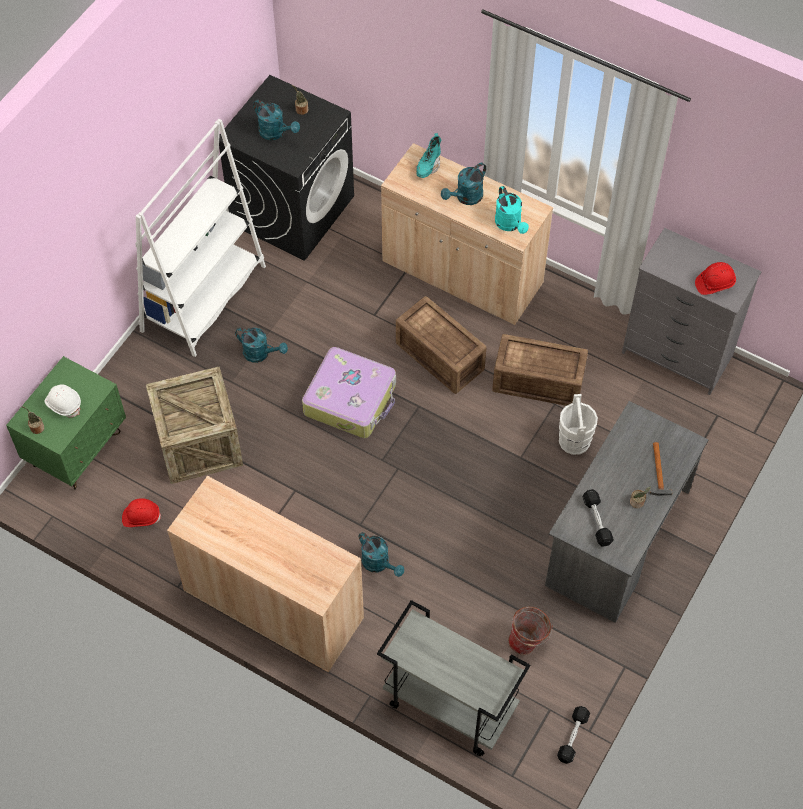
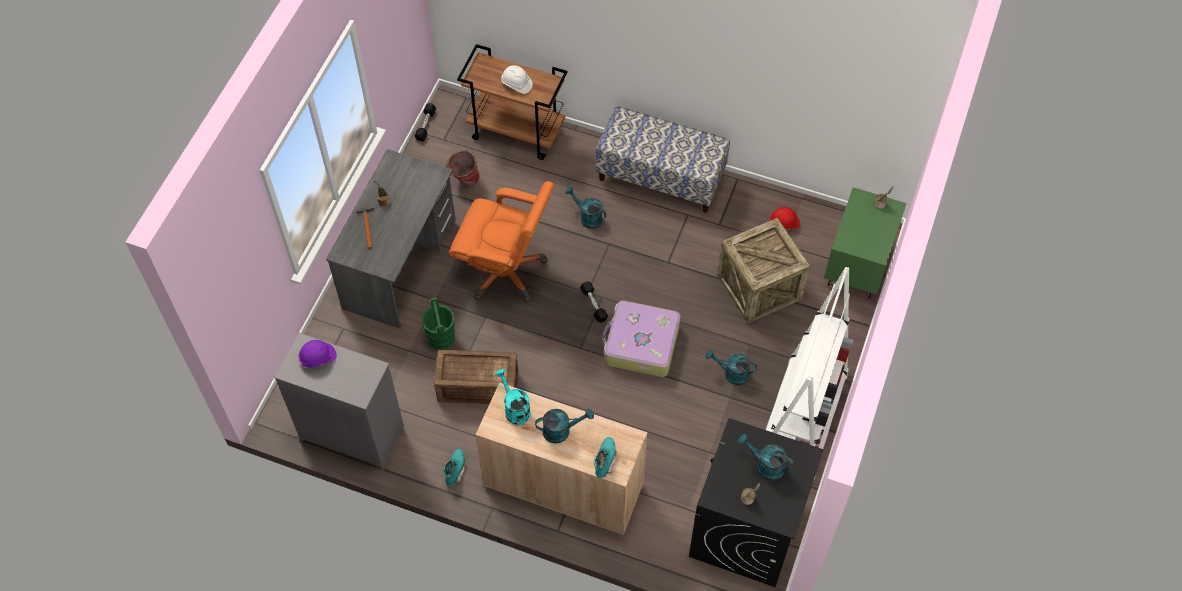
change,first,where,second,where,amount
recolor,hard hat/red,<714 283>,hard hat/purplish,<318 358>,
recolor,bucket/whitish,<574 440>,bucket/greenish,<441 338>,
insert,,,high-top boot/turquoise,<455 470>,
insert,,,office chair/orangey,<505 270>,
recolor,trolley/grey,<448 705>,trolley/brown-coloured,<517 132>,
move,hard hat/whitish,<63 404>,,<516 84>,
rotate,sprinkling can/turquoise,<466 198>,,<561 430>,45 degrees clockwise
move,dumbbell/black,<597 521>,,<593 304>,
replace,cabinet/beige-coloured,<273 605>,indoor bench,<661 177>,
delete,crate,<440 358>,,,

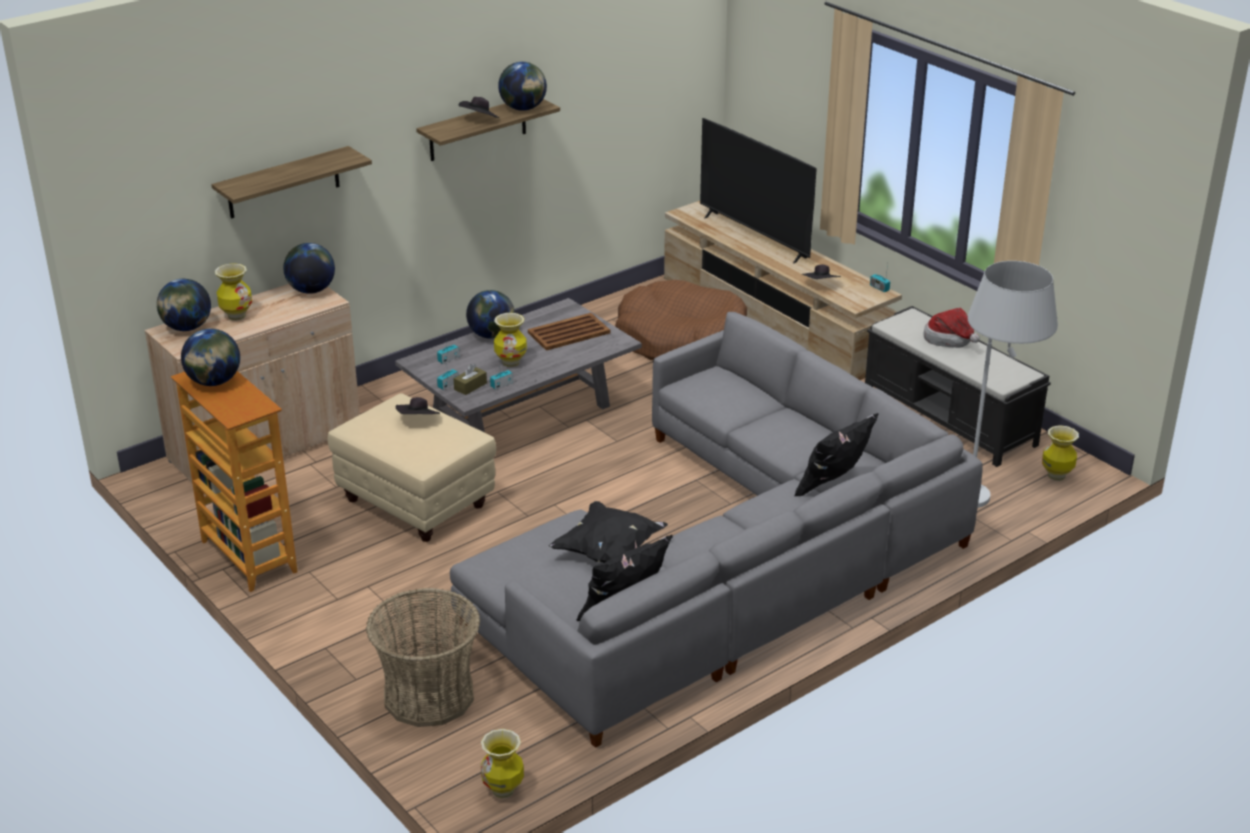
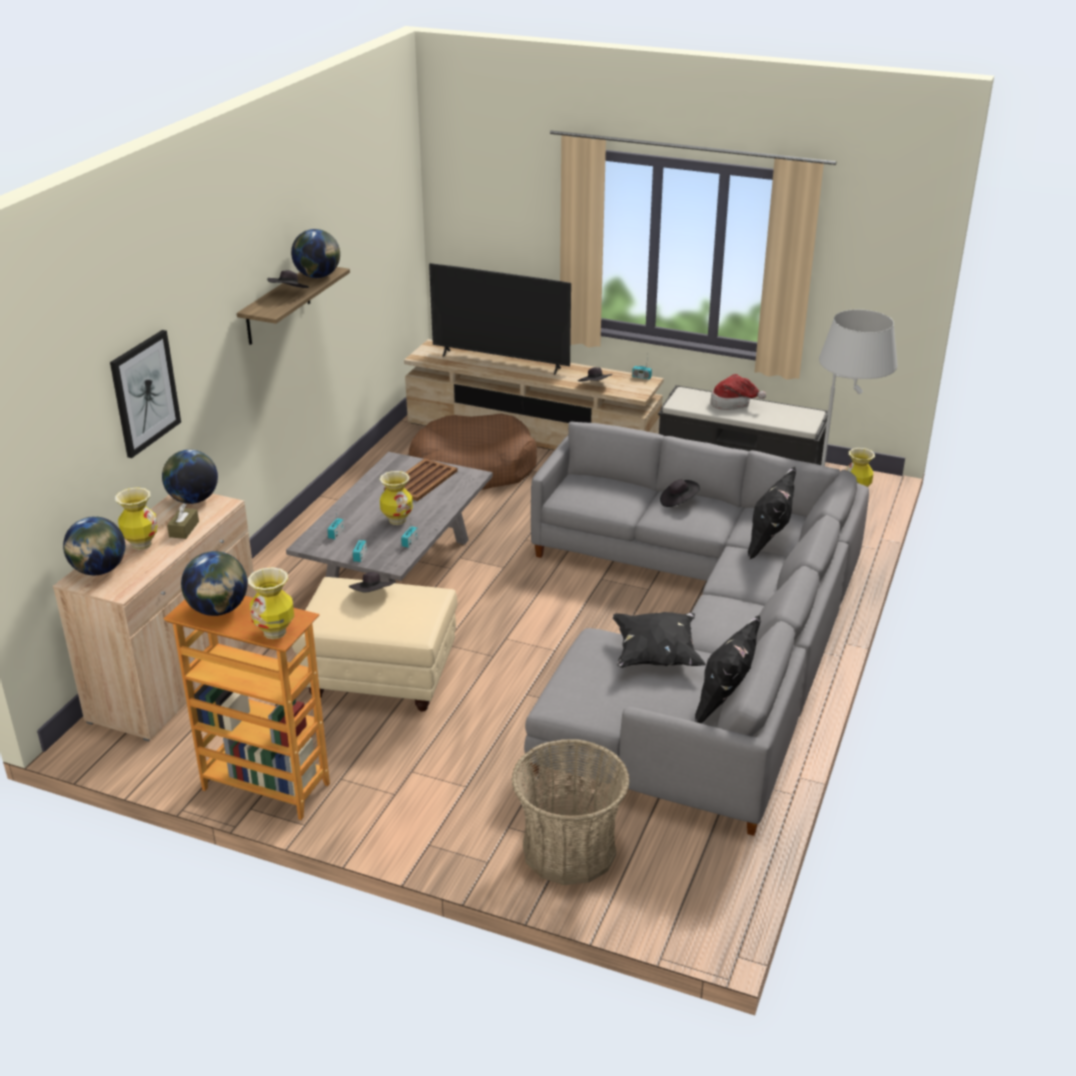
change,first,where,second,where,amount
replace,wall shelf,<283 183>,picture,<144 393>,
move,tissue box/brown-coloured,<470 386>,,<184 529>,
move,flower vase,<503 790>,,<275 632>,
insert,,,clothing hat/black,<678 502>,
delete,desk globe,<491 335>,,,

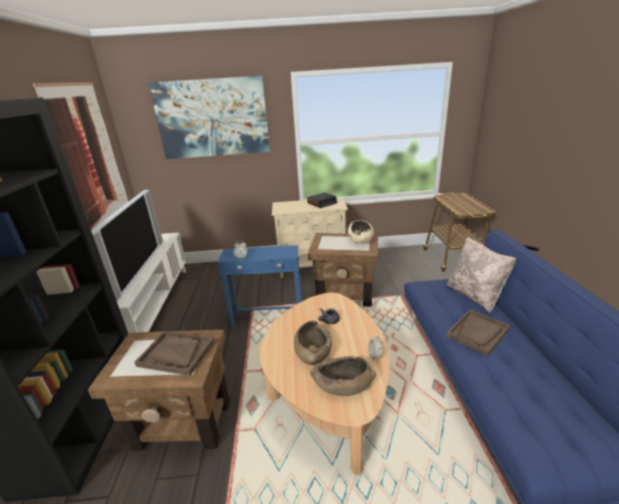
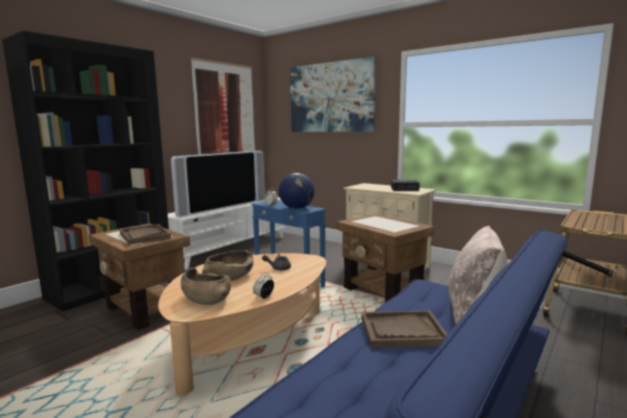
change,first,where,second,where,amount
insert,,,desk globe,<297 208>,
delete,serving bowl/beige-coloured,<360 240>,,,

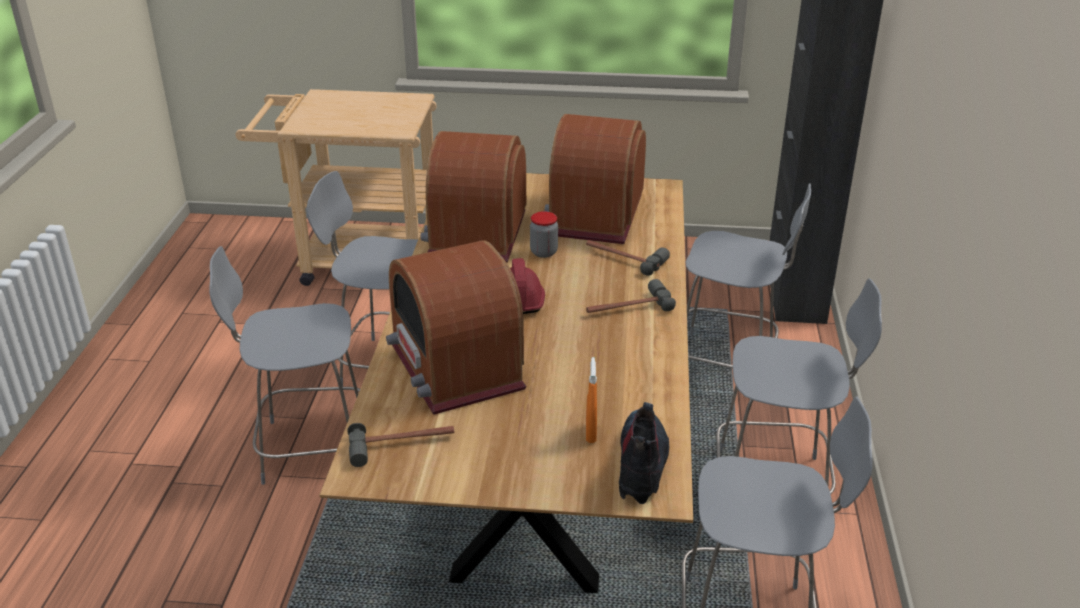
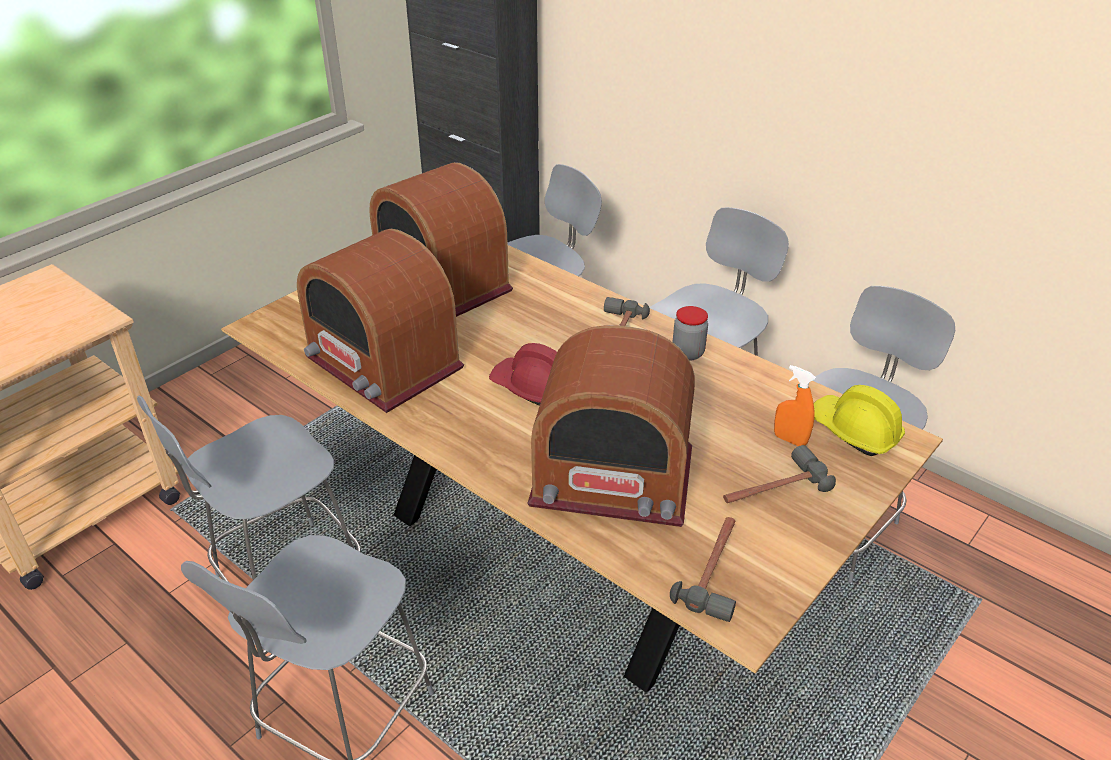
change,first,where,second,where,amount
move,storage jar,<543 252>,,<688 353>,
move,hammer,<624 258>,,<772 488>,
replace,high-top boot,<642 464>,hard hat/yellow-coloured,<854 431>,

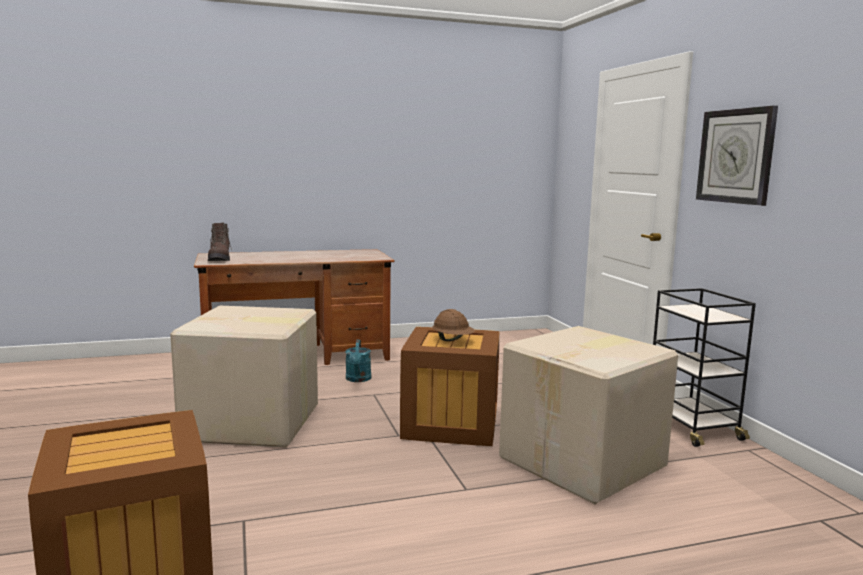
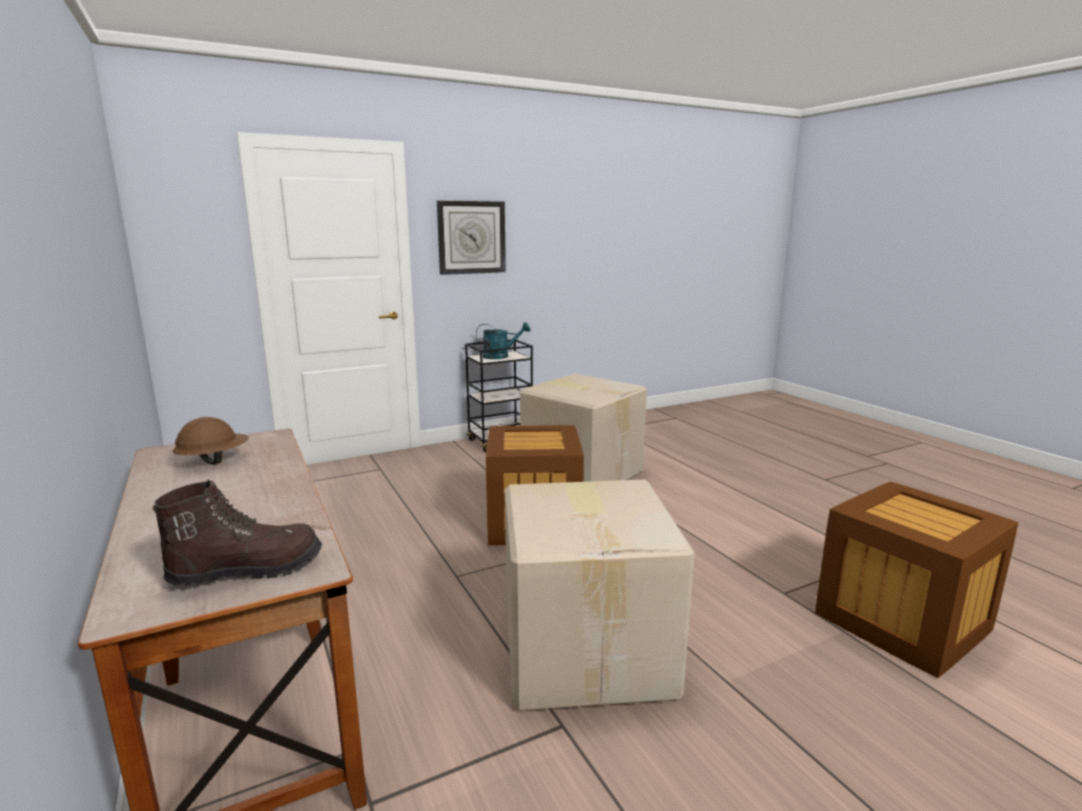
change,first,where,second,where,amount
move,hard hat/brown-coloured,<453 340>,,<214 461>,
move,sprinkling can/turquoise,<358 379>,,<500 356>,

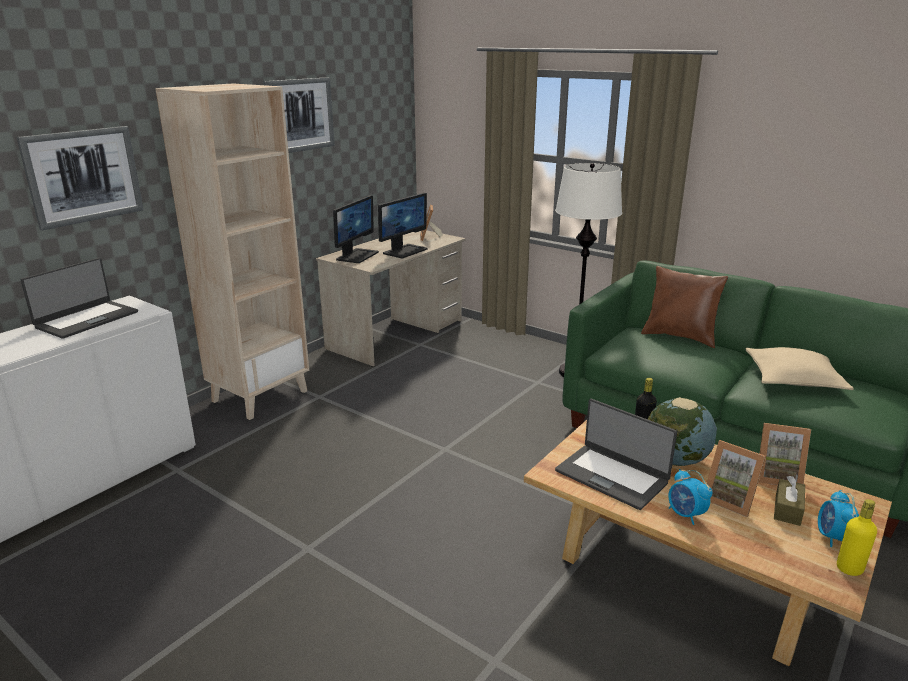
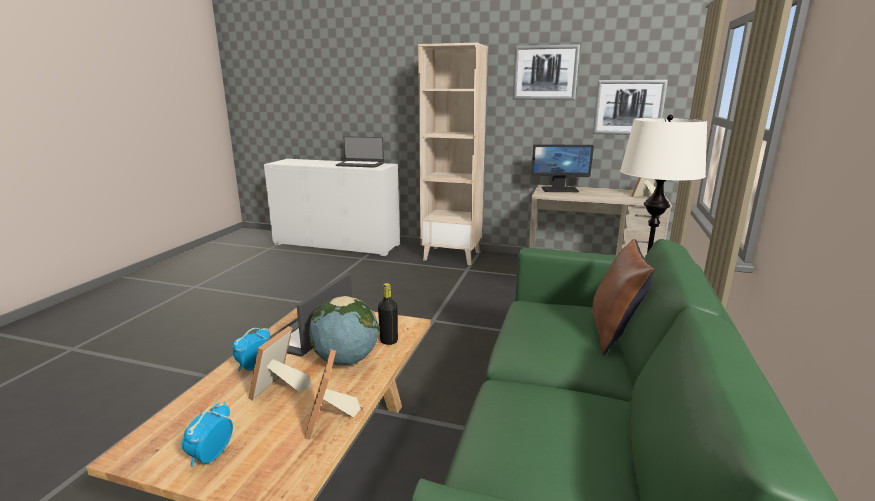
change,first,where,second,where,amount
rotate,table clock,<832 537>,,<211 456>,60 degrees counterclockwise
move,picture,<83 176>,,<628 107>,
delete,monitor,<404 251>,,,
delete,throw pillow/beige-coloured,<793 379>,,,
delete,tissue box/brown-coloured,<787 509>,,,
delete,beverage bottle/yellow-coloured,<849 569>,,,

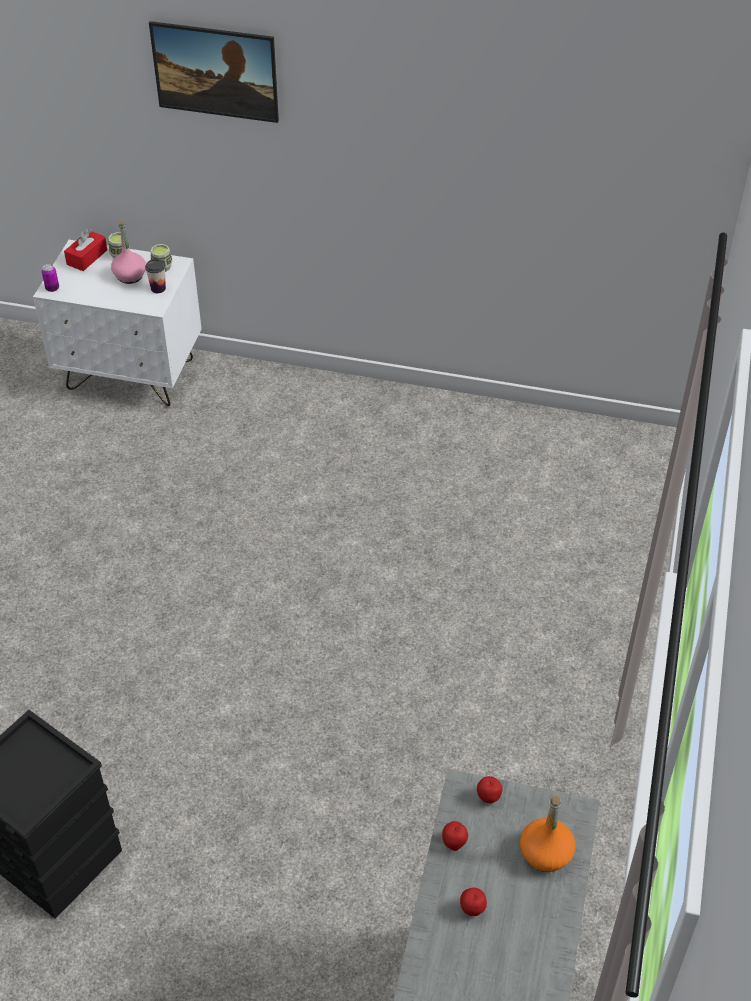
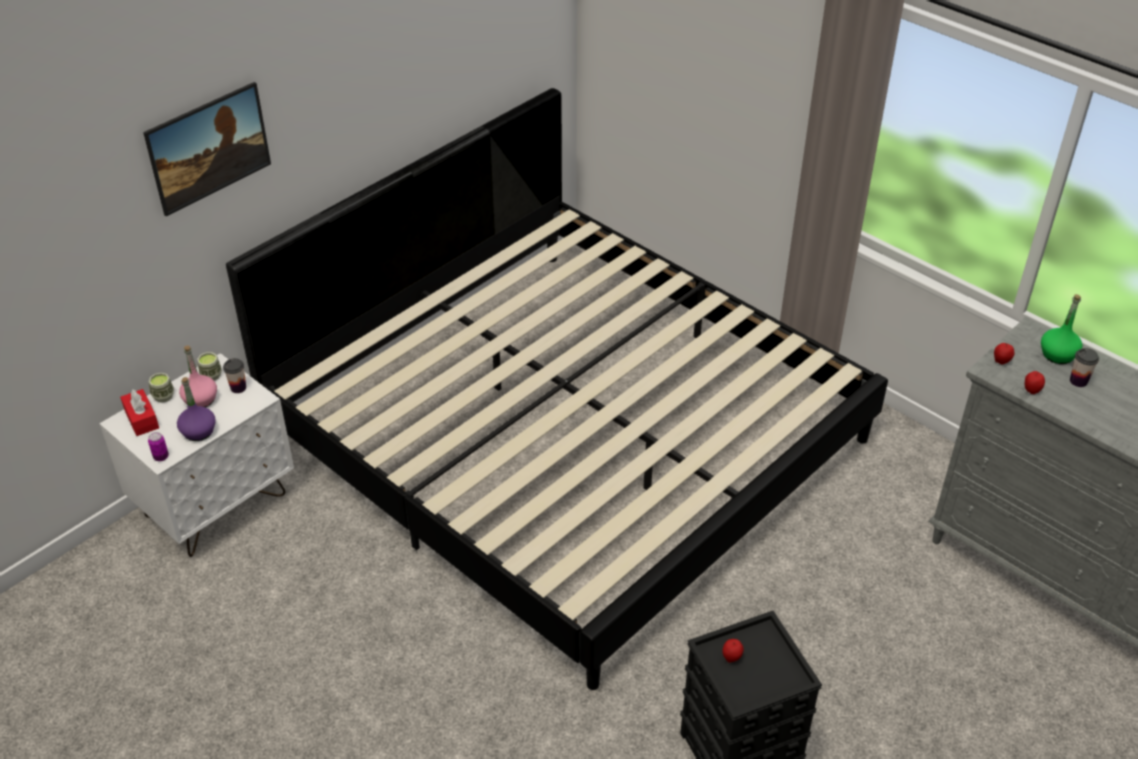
change,first,where,second,where,amount
insert,,,beverage bottle/purplish,<198 431>,
insert,,,bedroom bed,<568 436>,
move,whole apple,<472 910>,,<731 658>,
recolor,beverage bottle/orangey,<546 854>,beverage bottle/greenish,<1058 354>,
insert,,,small cup,<1078 381>,

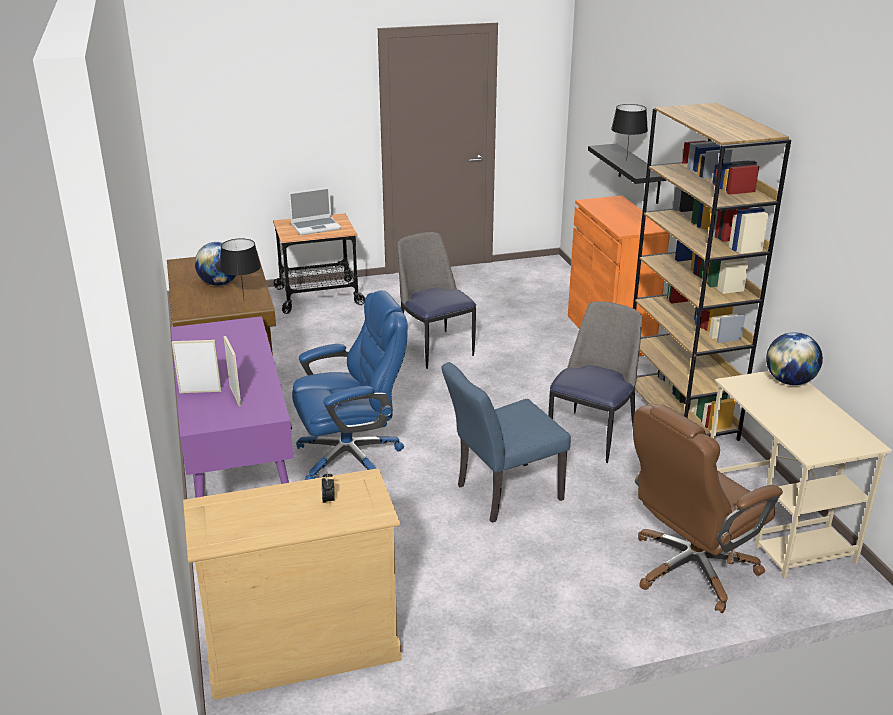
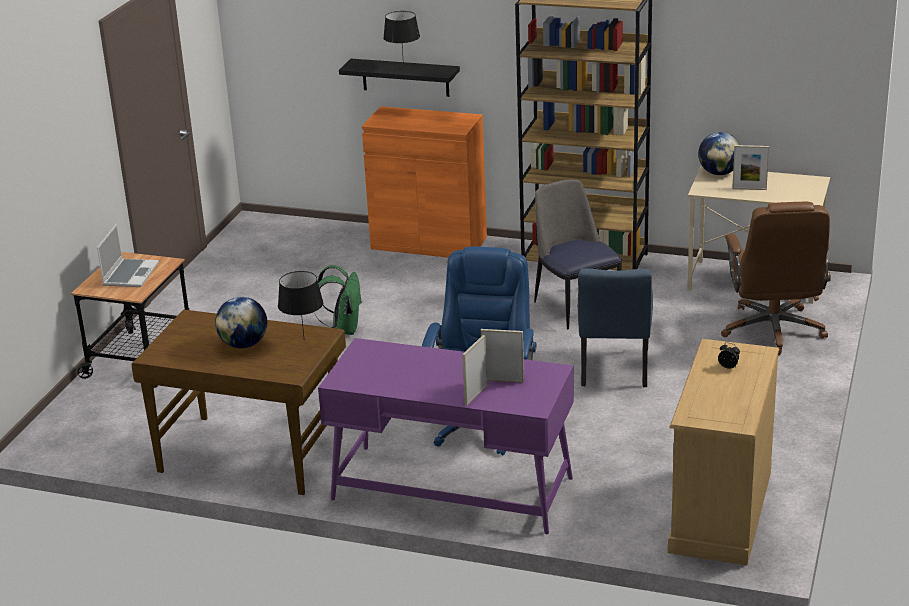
change,first,where,second,where,amount
replace,plain chair,<434 348>,rucksack/greenish,<343 329>,
insert,,,picture frame,<749 189>,

